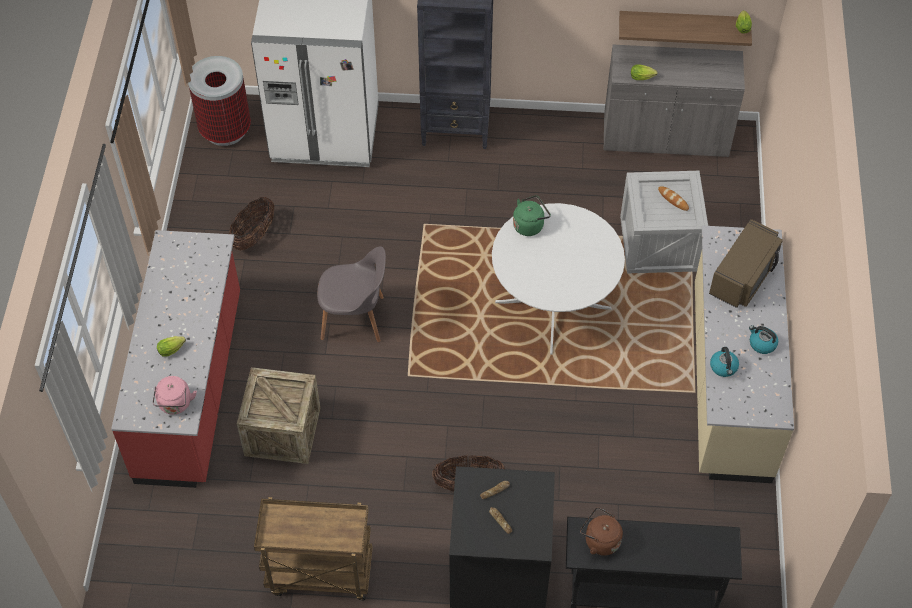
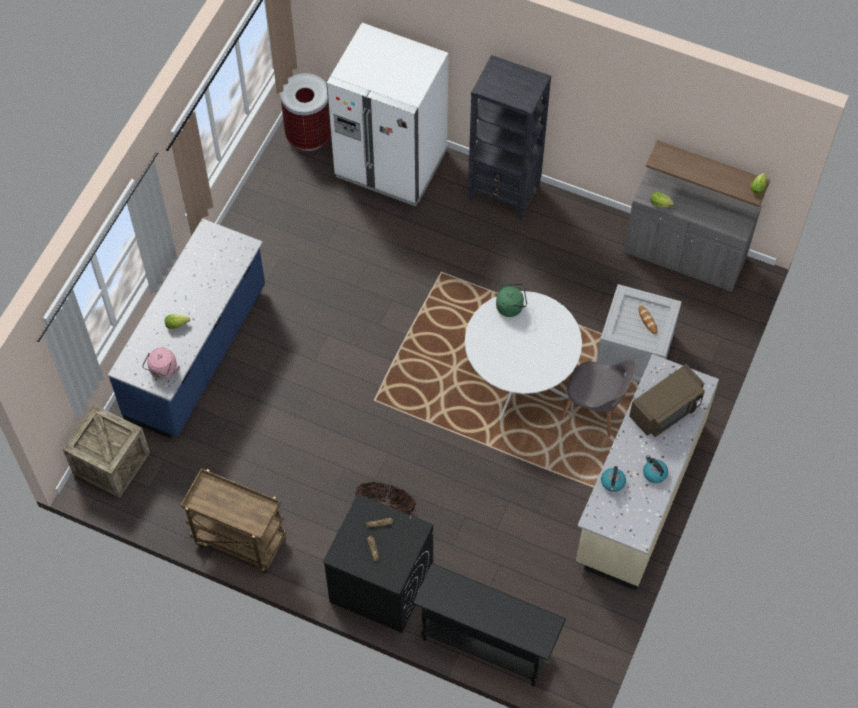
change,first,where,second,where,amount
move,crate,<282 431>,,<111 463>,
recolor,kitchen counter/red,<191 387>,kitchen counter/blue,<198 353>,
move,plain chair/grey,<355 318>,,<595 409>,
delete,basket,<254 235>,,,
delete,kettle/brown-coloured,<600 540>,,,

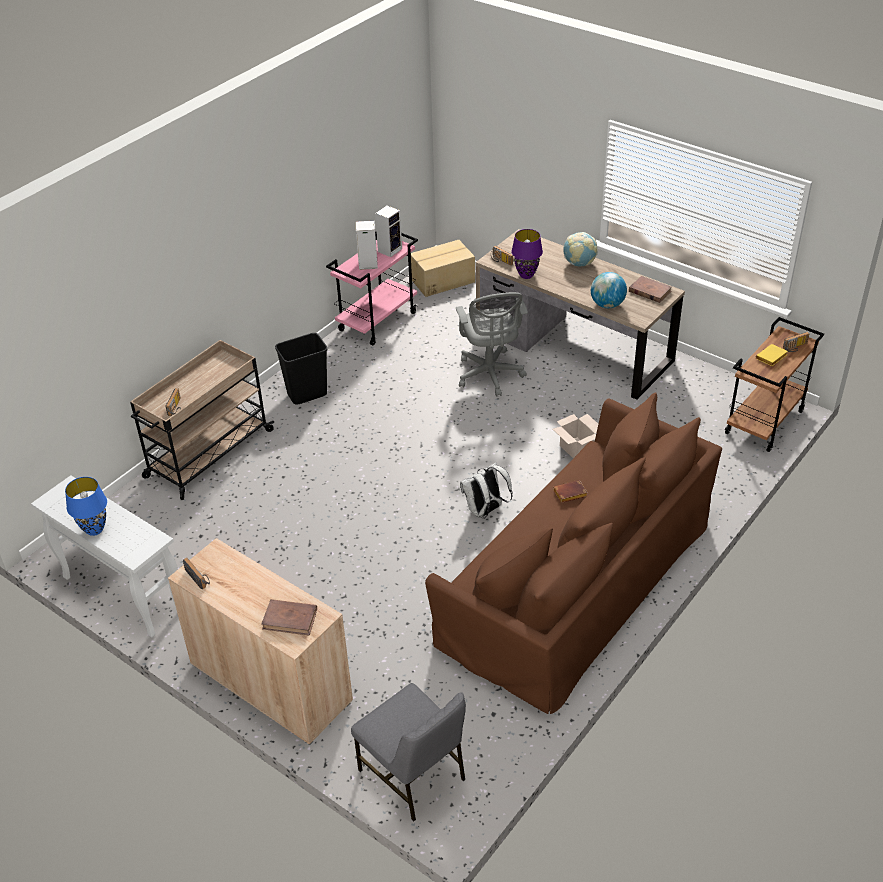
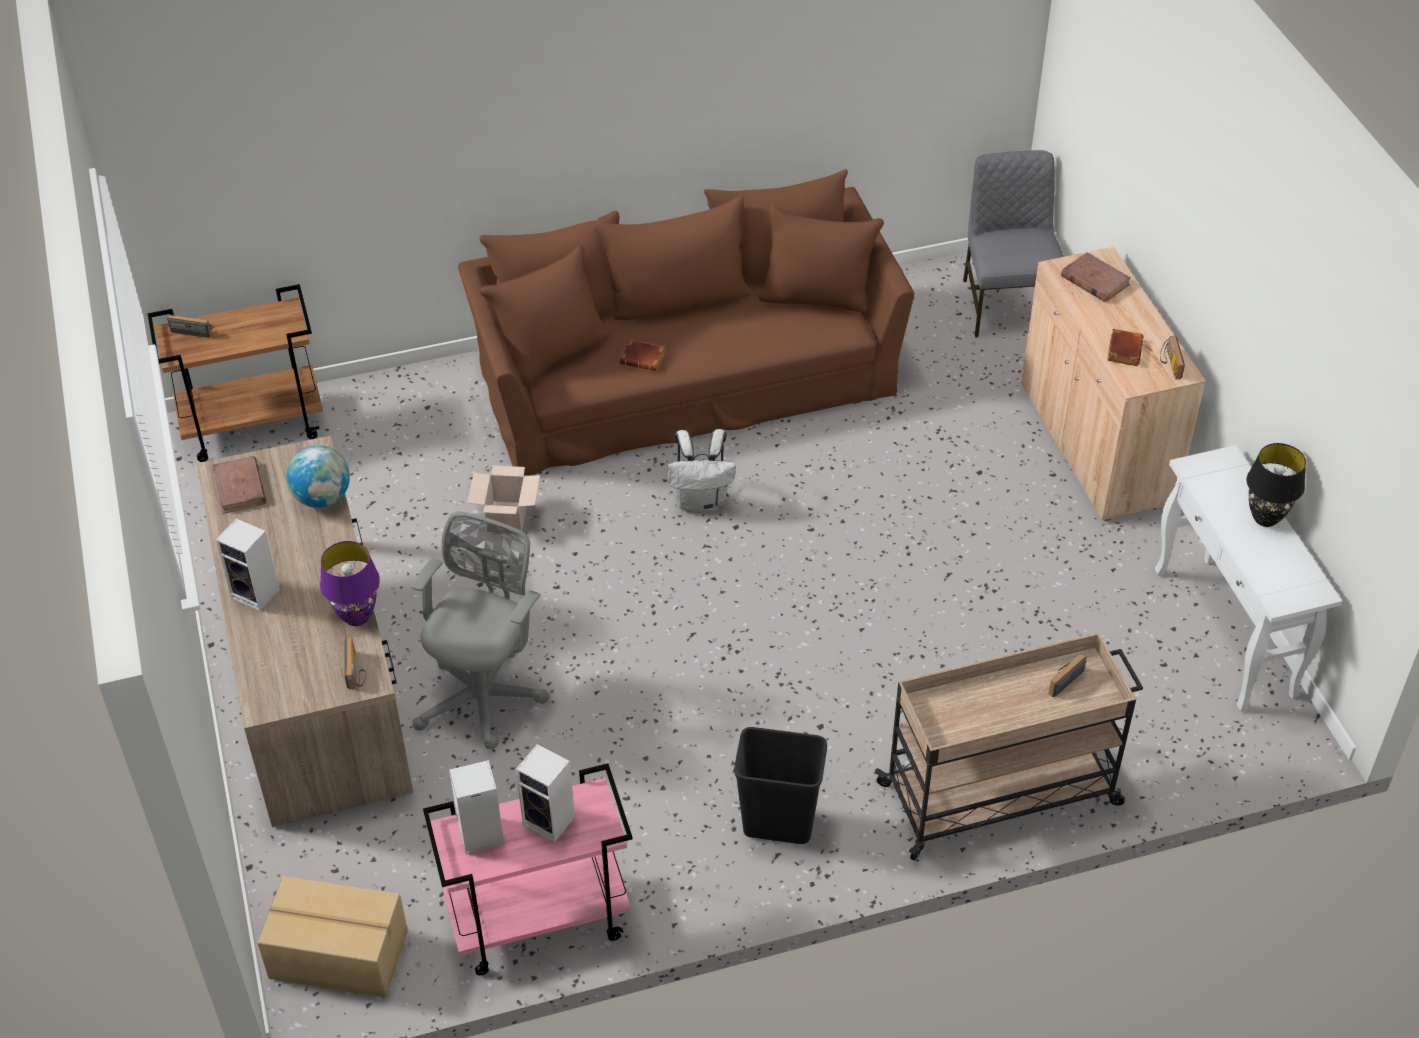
change,first,where,second,where,amount
replace,desk globe,<579 263>,speaker,<257 594>,
insert,,,book/brown-coloured,<1123 350>,
recolor,lamp for a table/blue,<95 530>,lamp for a table/black,<1265 518>,
delete,book/yellow-coloured,<771 358>,,,

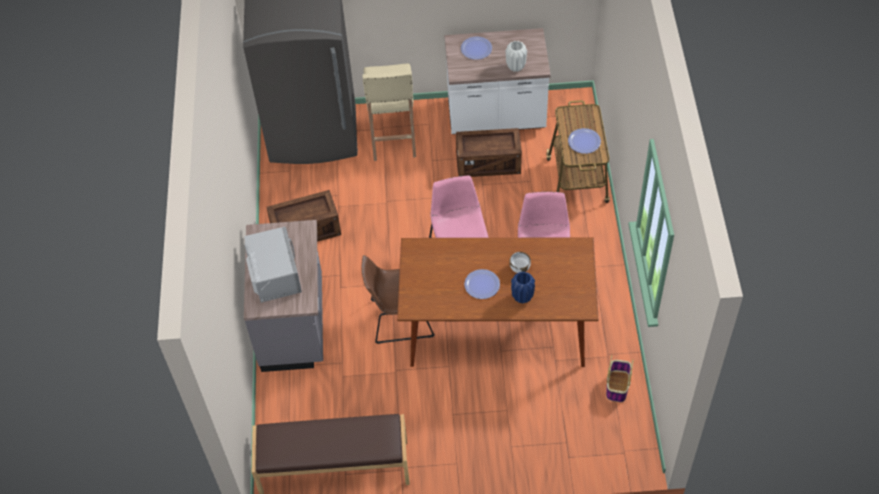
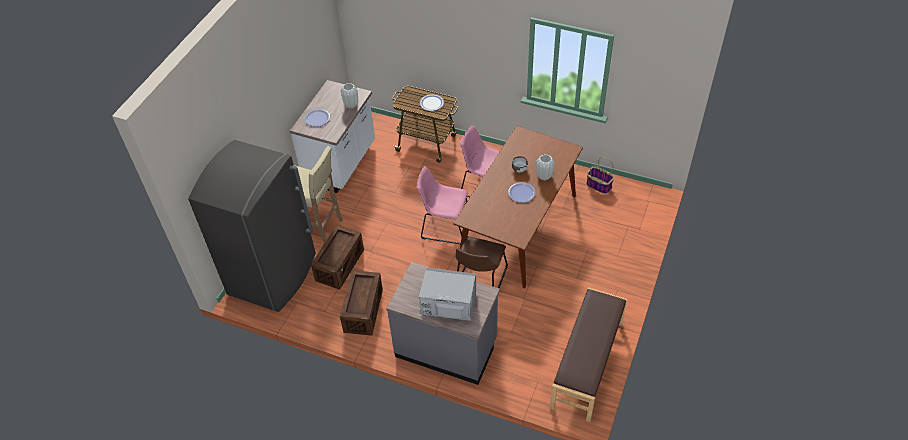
change,first,where,second,where,amount
move,crate,<488 163>,,<340 265>,
recolor,flower vase/blue,<522 297>,flower vase/whitish,<544 176>,

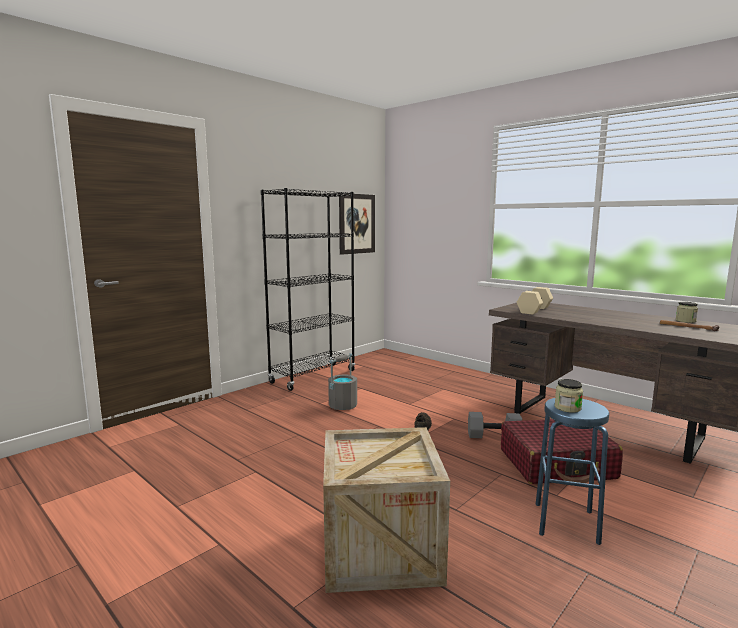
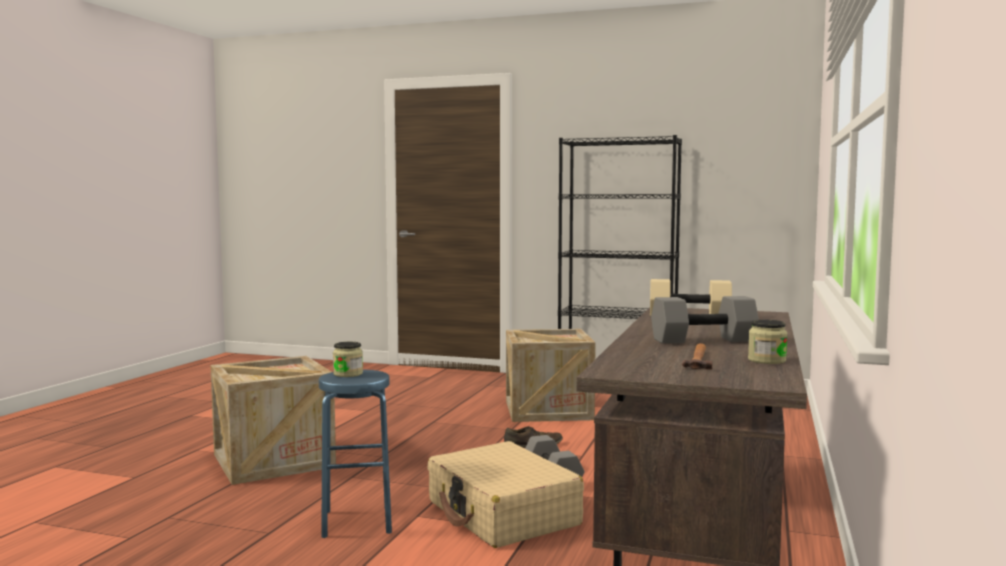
change,first,where,second,where,amount
recolor,travel case/red,<557 464>,travel case/beige-coloured,<503 513>,
replace,bucket/grey,<343 405>,crate,<548 410>,
insert,,,dumbbell/grey,<703 340>,
delete,picture,<356 224>,,,

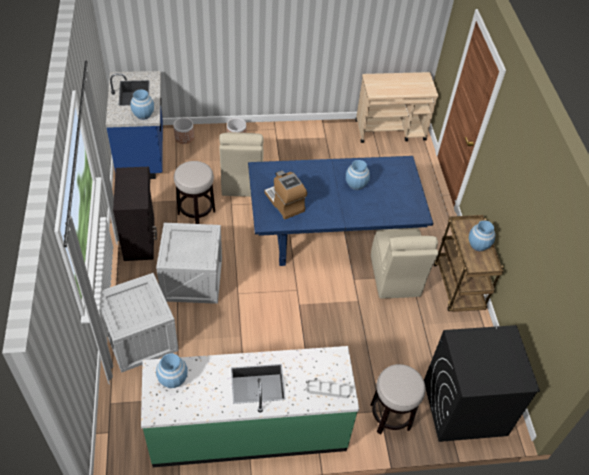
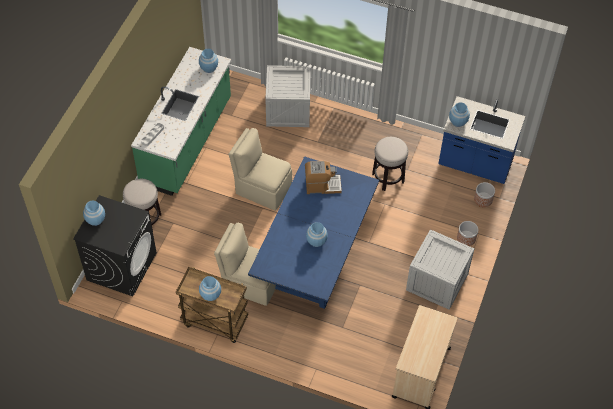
change,first,where,second,where,amount
insert,,,flower vase/blue,<95 220>,
move,plain chair/beige-coloured,<241 179>,,<262 189>,
move,crate,<193 279>,,<437 282>,
delete,cabinet/black,<140 238>,,,

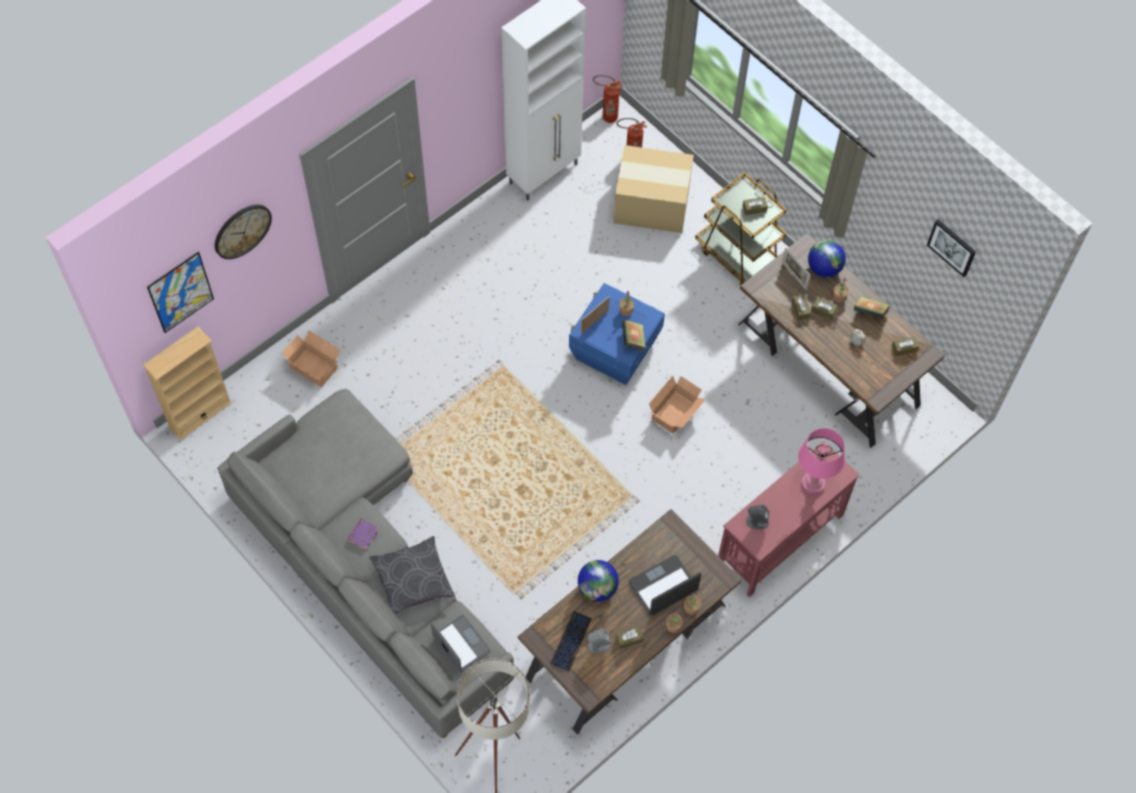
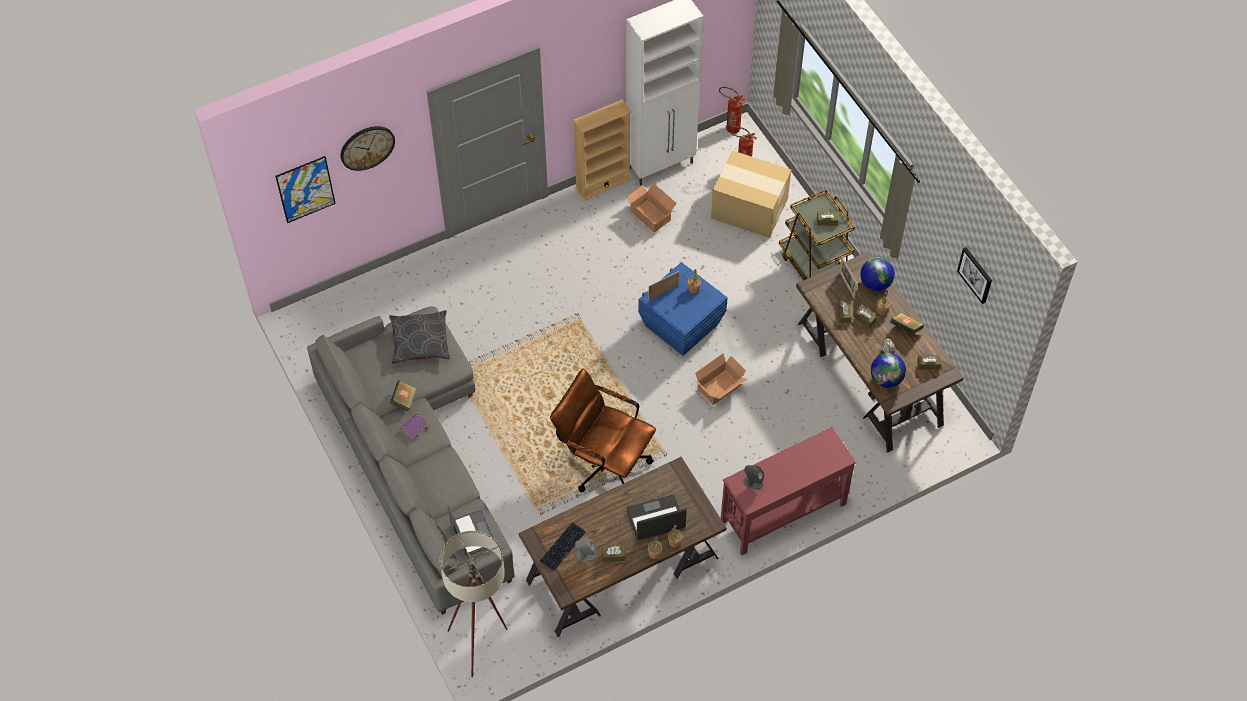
change,first,where,second,where,amount
move,throw pillow/grey,<412 580>,,<420 342>,
move,book,<633 340>,,<404 400>,
insert,,,office chair/brown-coloured,<603 462>,
move,bookshelf/beige-coloured,<199 414>,,<603 184>,
move,cardboard box,<313 366>,,<651 214>,
move,desk globe,<597 588>,,<886 379>,
delete,lamp for a table/pink-coloured,<813 483>,,,

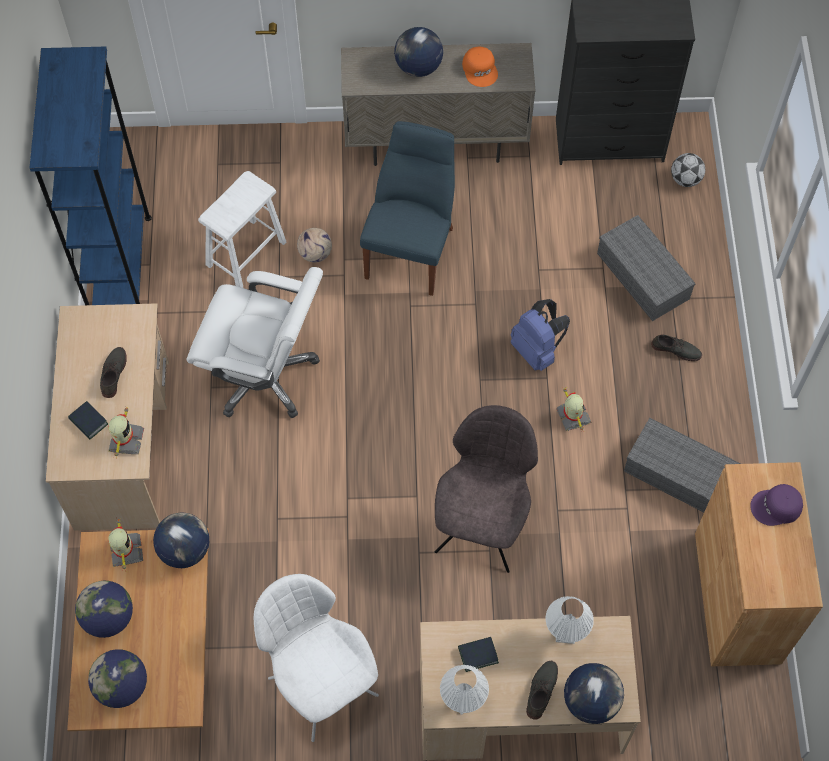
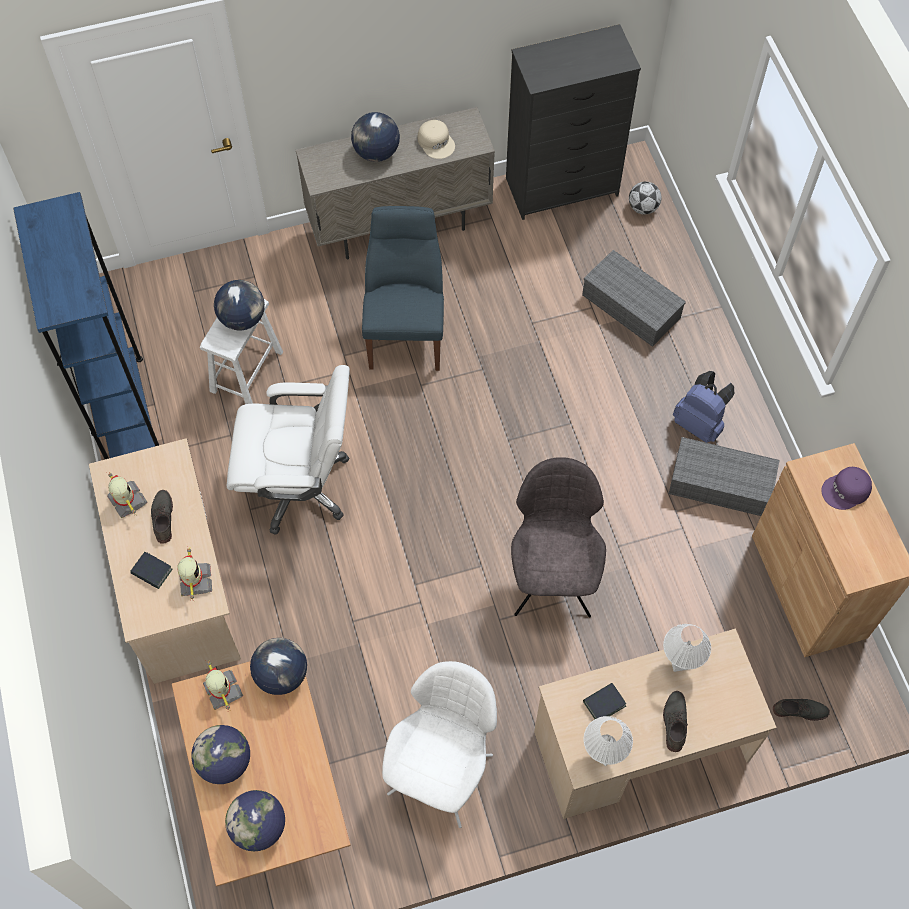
change,first,where,second,where,amount
move,toy robot,<572 416>,,<126 501>,
move,desk globe,<591 701>,,<243 318>,
rotate,plain chair/whitish,<320 683>,,<442 770>,75 degrees clockwise
recolor,peaked cap/orangey,<480 69>,peaked cap/beige-coloured,<436 142>,
move,rucksack/blue,<537 350>,,<700 423>,
move,item of footwear/grey,<676 349>,,<800 710>,
delete,football ball,<315 253>,,,

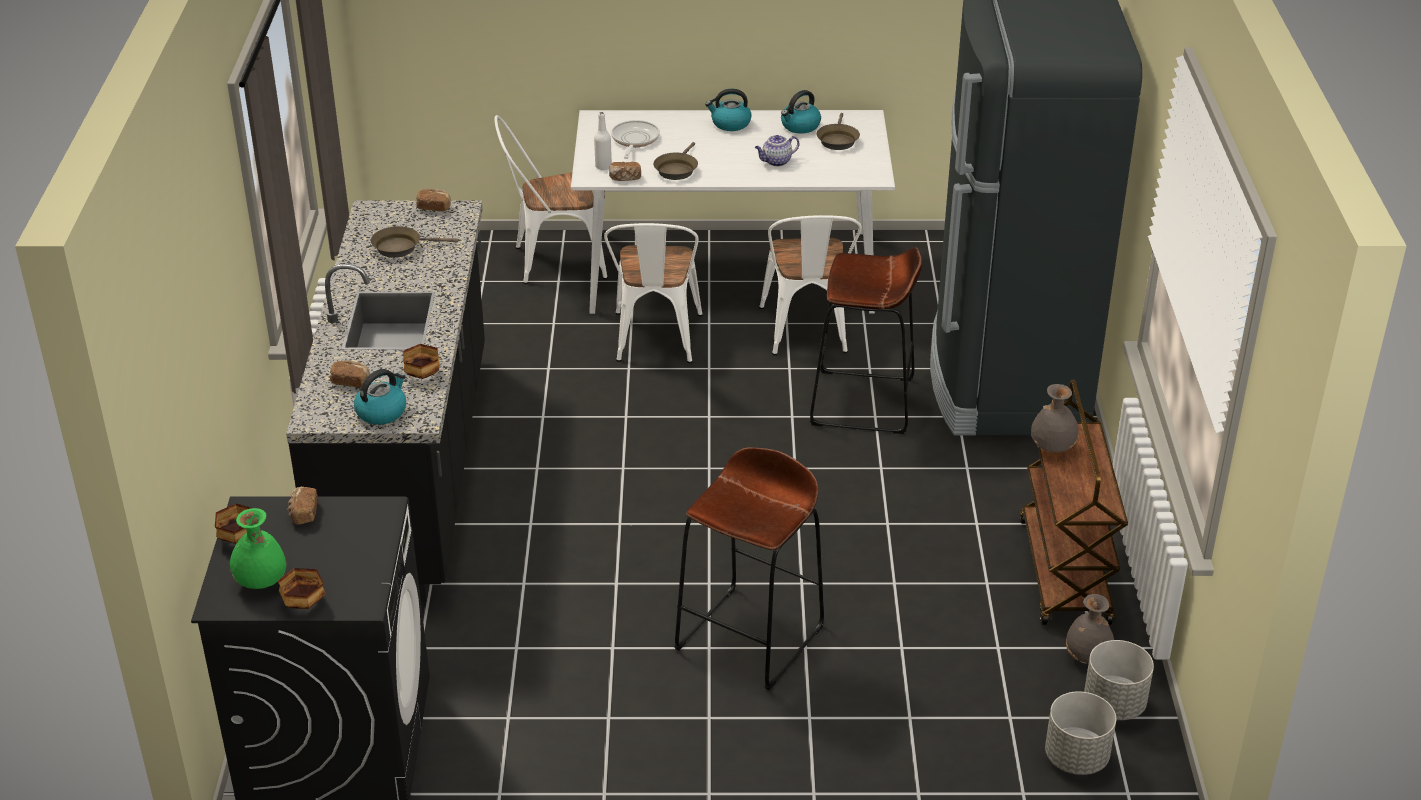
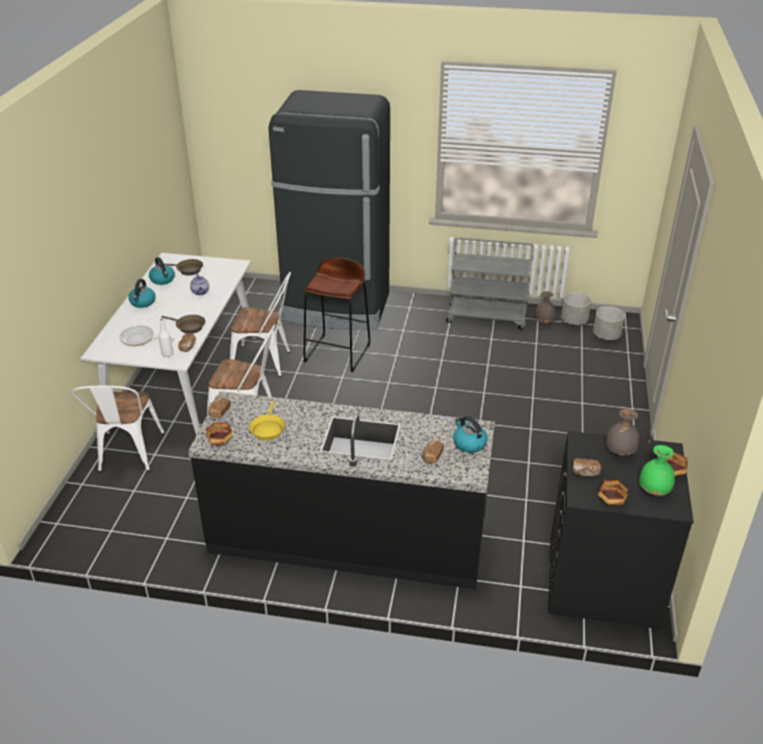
change,first,where,second,where,amount
move,serving bowl,<422 375>,,<221 442>,
recolor,skillet/brown-coloured,<401 247>,skillet/yellow-coloured,<267 429>,
recolor,trolley/brown-coloured,<1065 573>,trolley/grey,<487 317>,
move,flower vase/grey,<1052 447>,,<619 452>,
delete,stool seat/brown-coloured,<750 637>,,,

